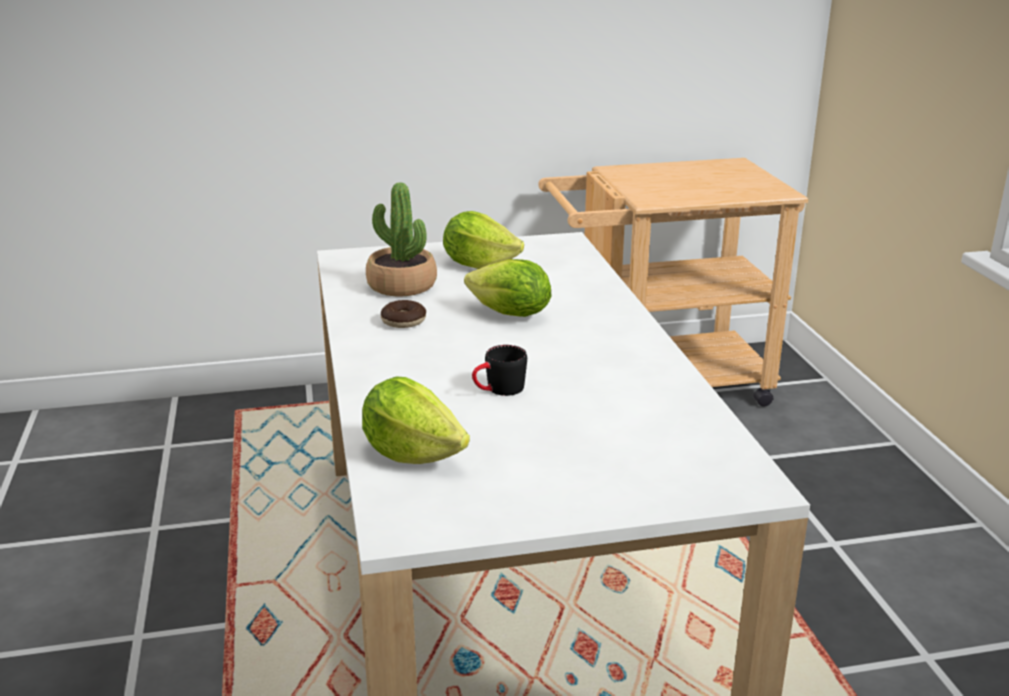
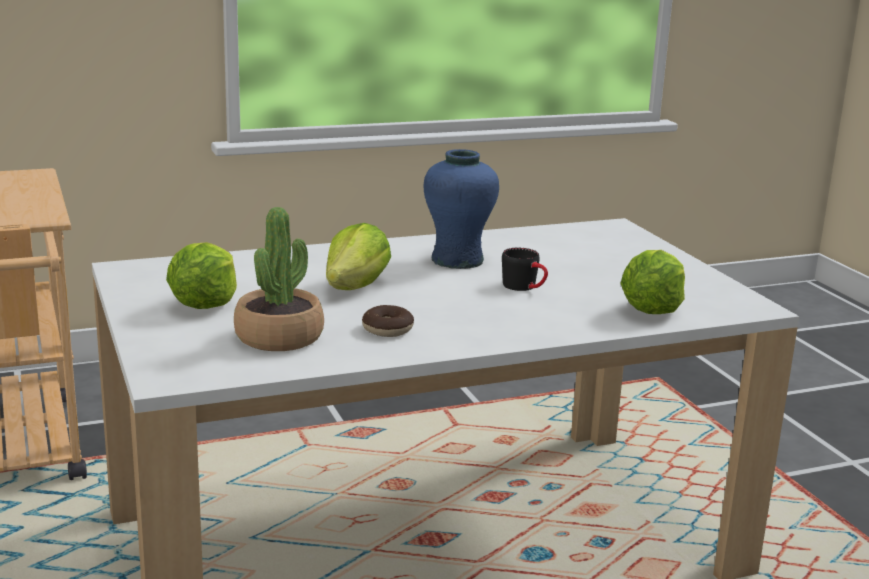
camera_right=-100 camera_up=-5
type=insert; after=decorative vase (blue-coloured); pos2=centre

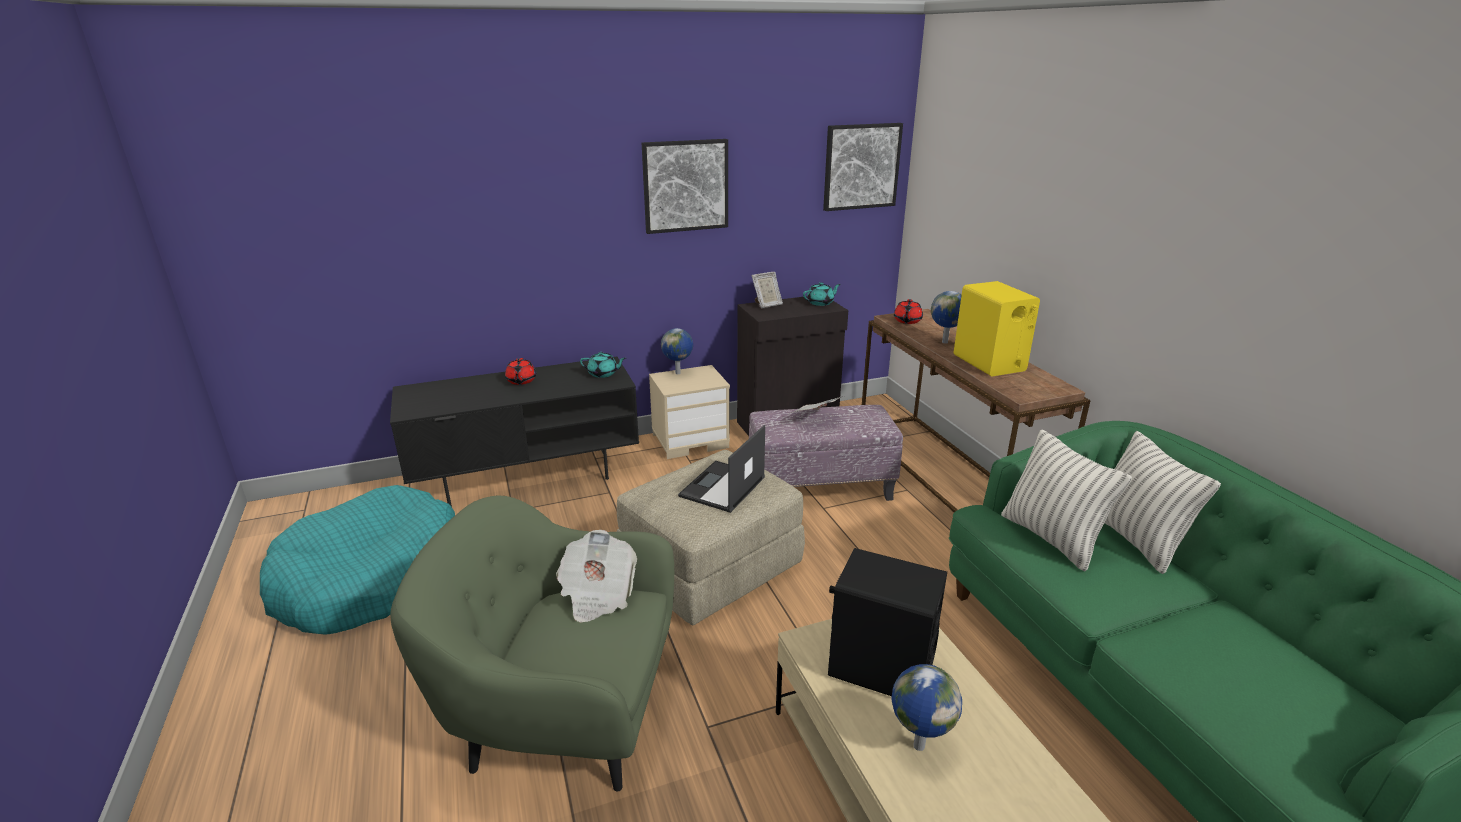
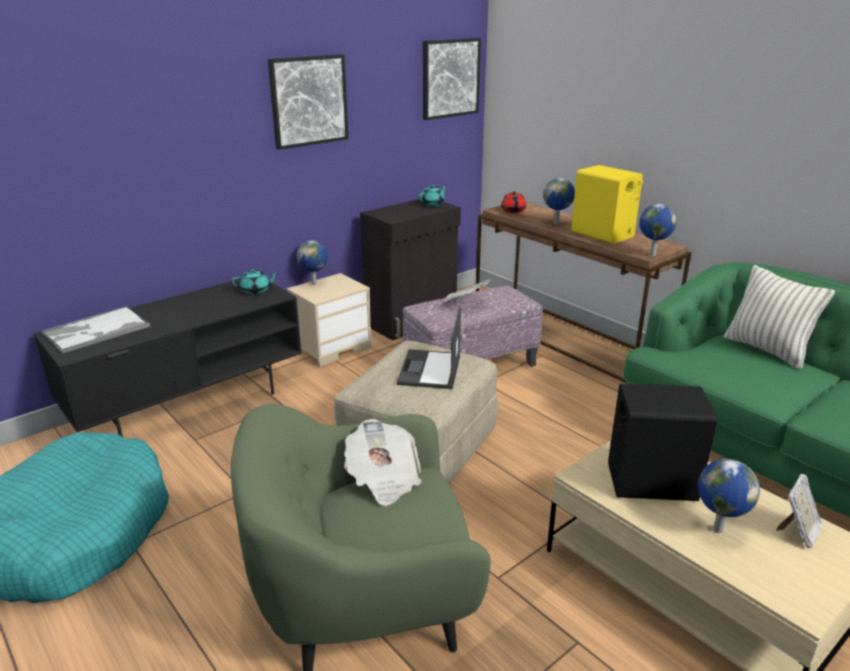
camera_right=-20 camera_up=0
type=delete; before=tea pot (reddish) (1st from left); pos1=centre
type=move; before=photo frame; pos1=centre; pos2=bottom right
type=delete; before=cushion (1st from left); pos1=middle right
type=insert; after=carrying tray; pos2=middle left
type=insert; after=world globe (3rd from left); pos2=middle right

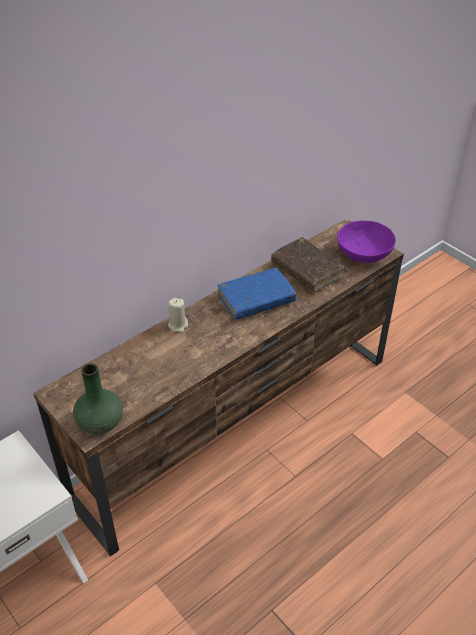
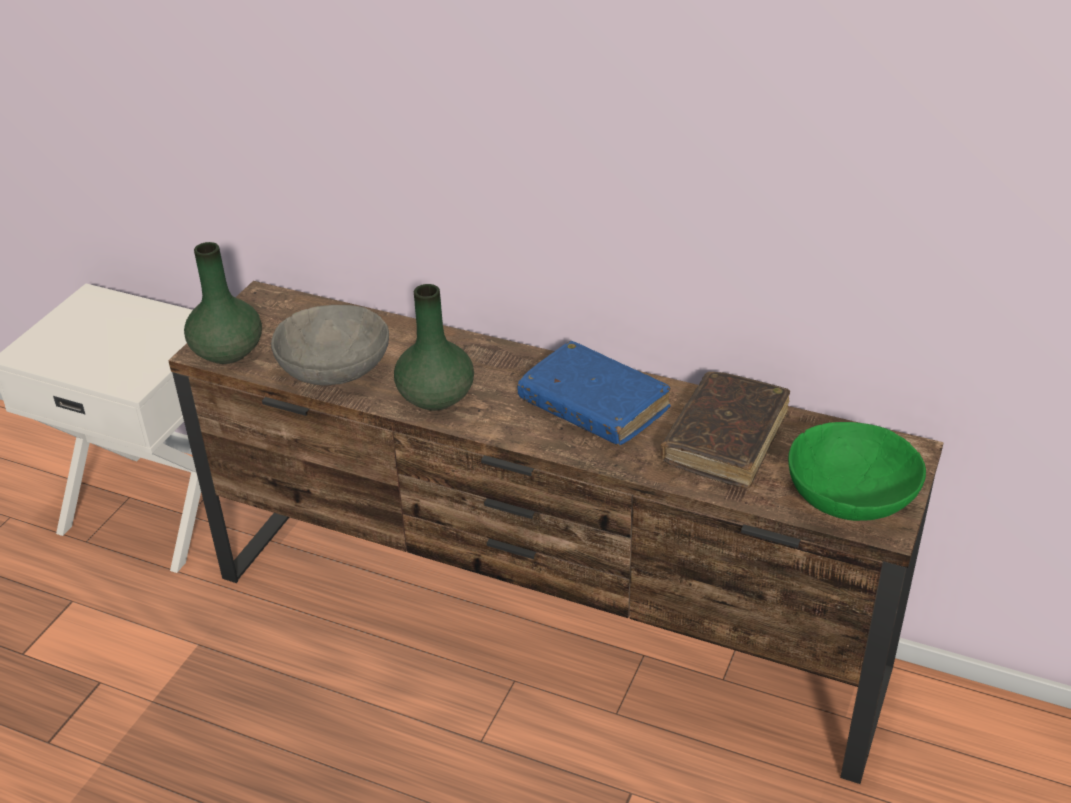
camera_right=65 camera_up=-5
type=delete; before=candle (sand-coloured); pos1=centre
type=recolor; before=serving bowl (purple-coloured); after=serving bowl (green); pos1=middle right; pos2=middle right
type=insert; after=serving bowl (greyish); pos2=middle left
type=insert; after=decorative vase (green) (2nd from left); pos2=centre

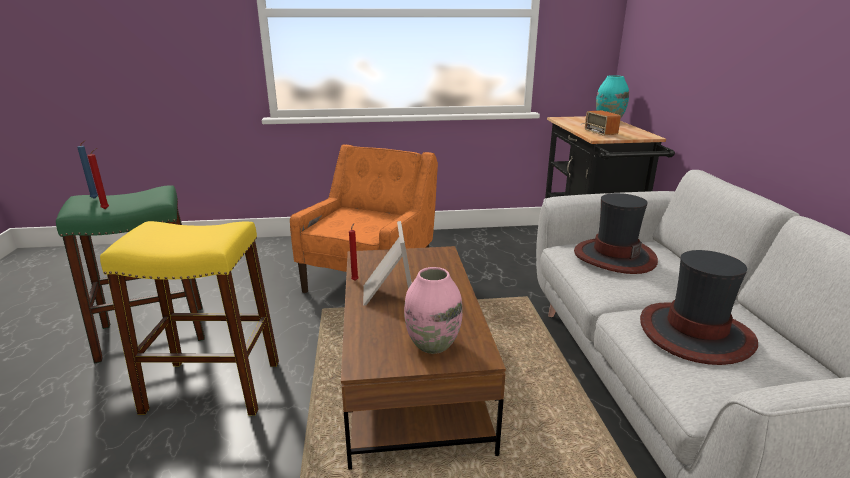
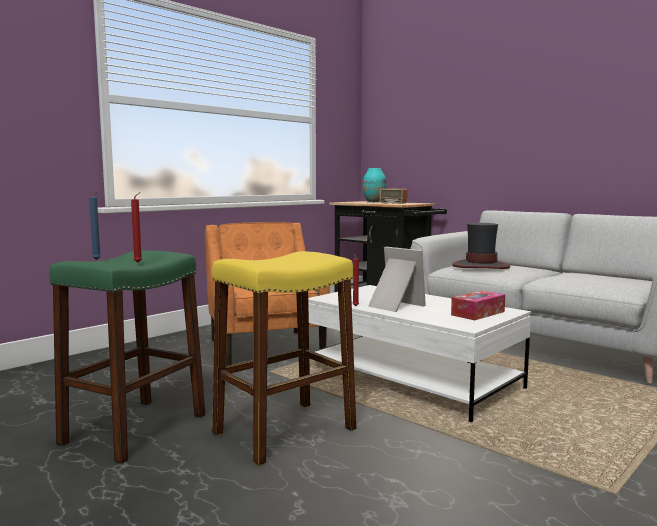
camera_right=-40 camera_up=-15
type=recolor; before=low table (brown-coloured); after=low table (white); pos1=bottom centre; pos2=bottom centre
type=replace; before=decorative vase (pink); after=tissue box; pos1=centre; pos2=middle right
type=delete; before=clothing hat (2nd from left); pos1=middle right

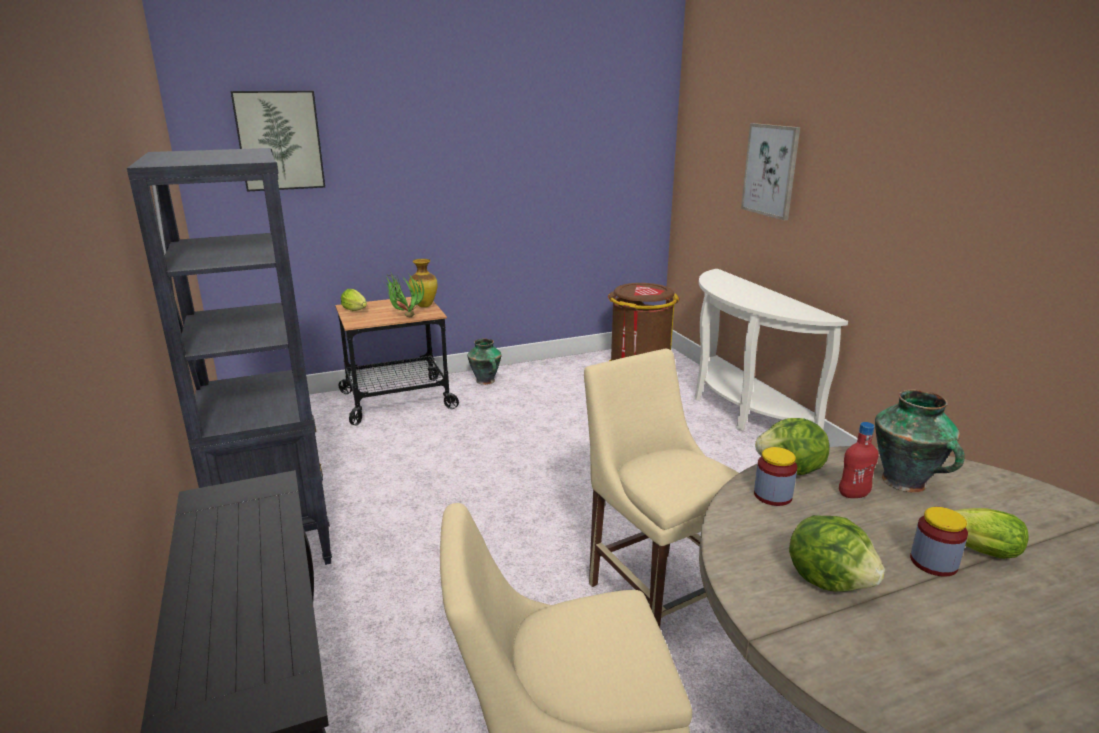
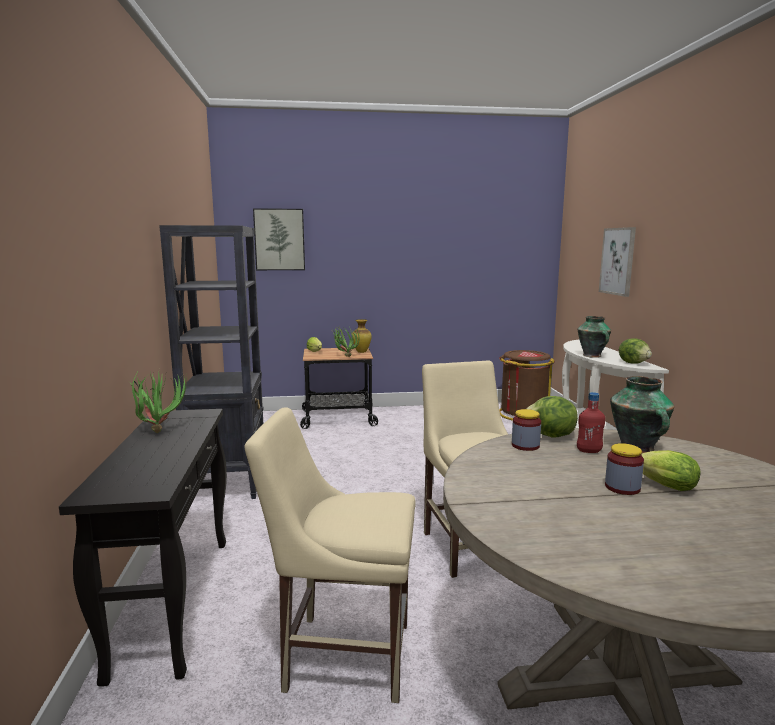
camera_right=15 camera_up=-10
type=move; before=decorative vase (2nd from left); pos1=centre; pos2=middle right
type=move; before=head of lettuce (3rd from left); pos1=bottom right; pos2=middle right
type=insert; after=plant in a pot (1st from left); pos2=middle left

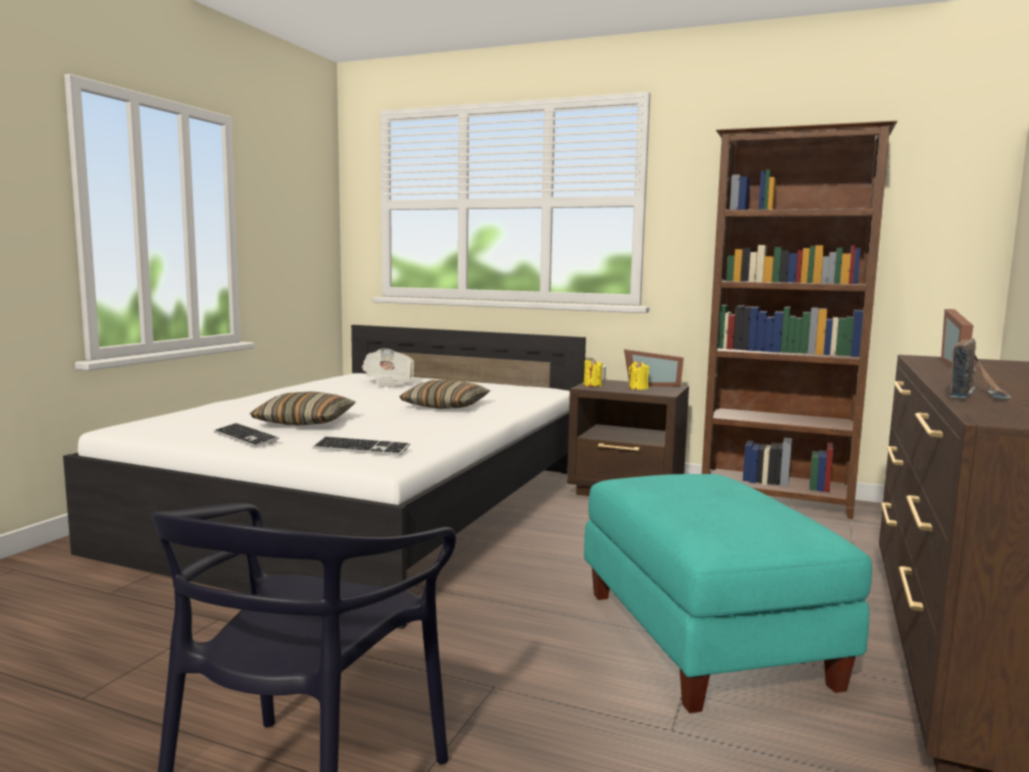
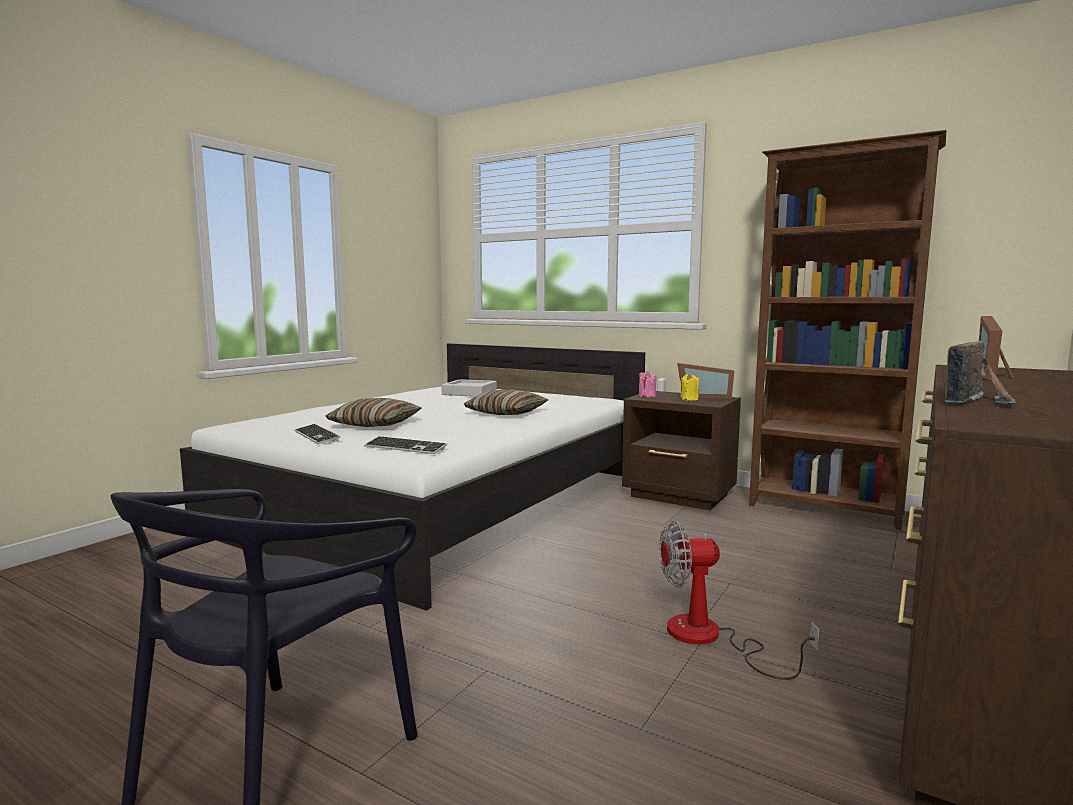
camera_right=10 camera_up=0
type=replace; before=newspaper; after=carrying tray (greyish); pos1=centre; pos2=centre
type=recolor; before=candle (yellow) (1st from left); after=candle (pink); pos1=centre; pos2=centre
type=replace; before=ottoman (blue-green); after=electric fan; pos1=bottom right; pos2=bottom right

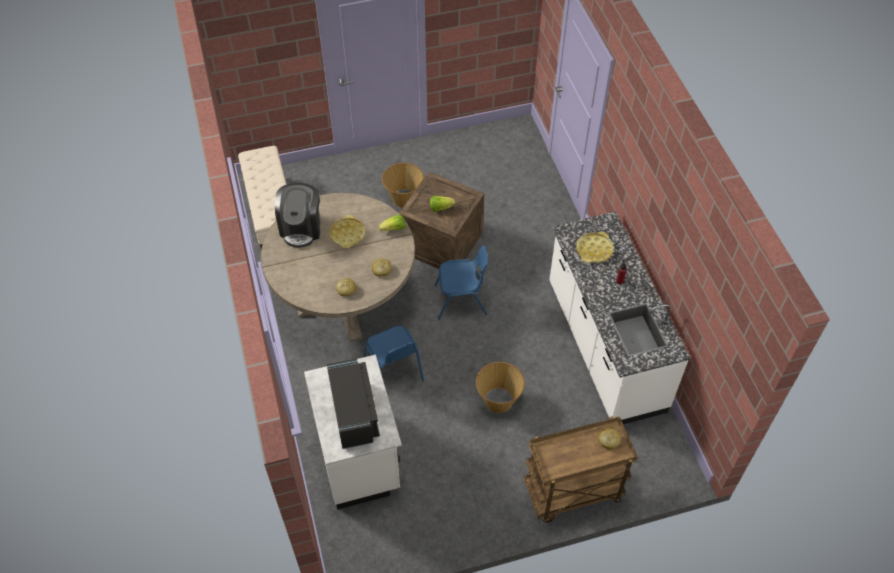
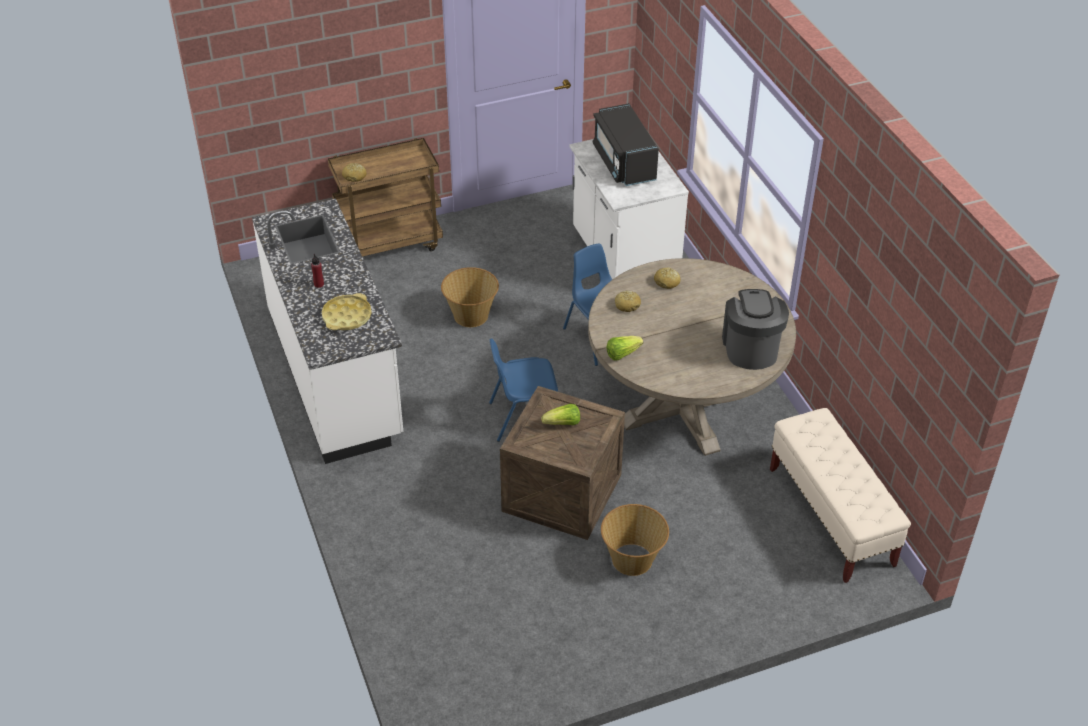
camera_right=175 camera_up=-10
type=delete; before=carrying tray (yellow) (1st from left); pos1=centre

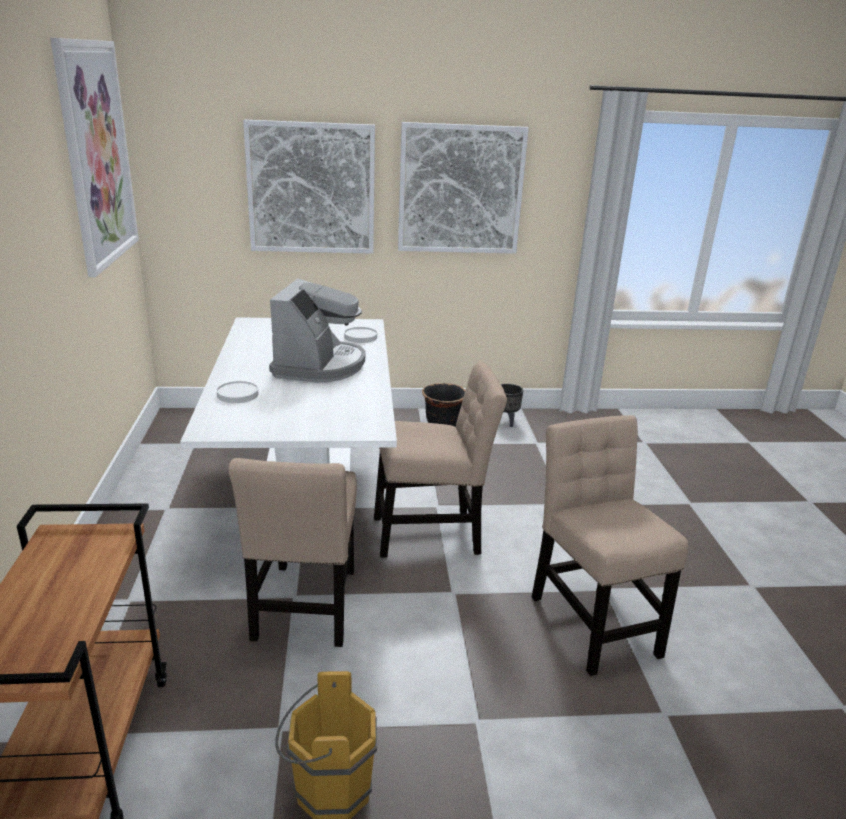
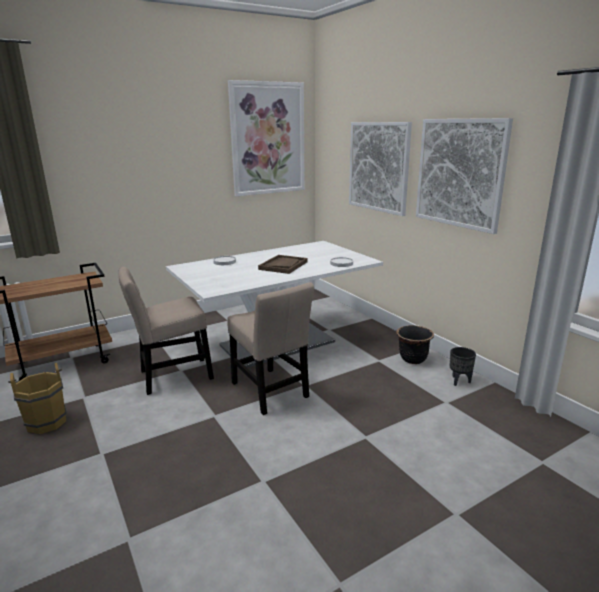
camera_right=65 camera_up=-5
type=replace; before=coffee machine; after=carrying tray (brown-coloured); pos1=centre; pos2=centre
type=delete; before=chair (sand-coloured) (3rd from left); pos1=middle right

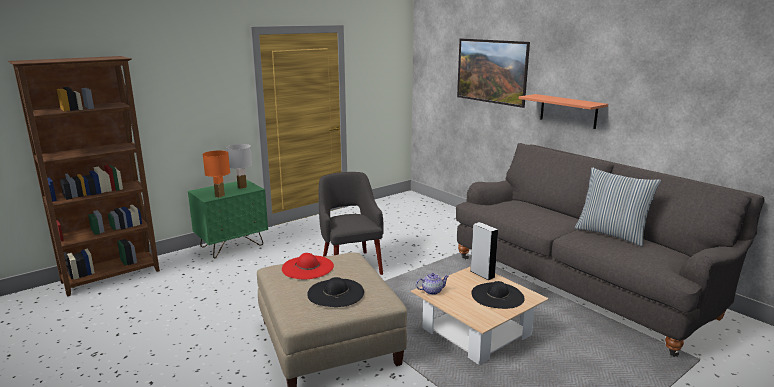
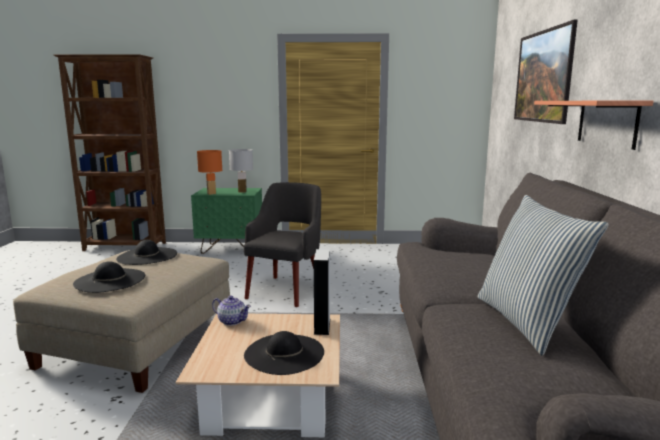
camera_right=40 camera_up=-5
type=recolor; before=clothing hat (reddish); after=clothing hat (black) (2nd from left); pos1=bottom centre; pos2=middle left

